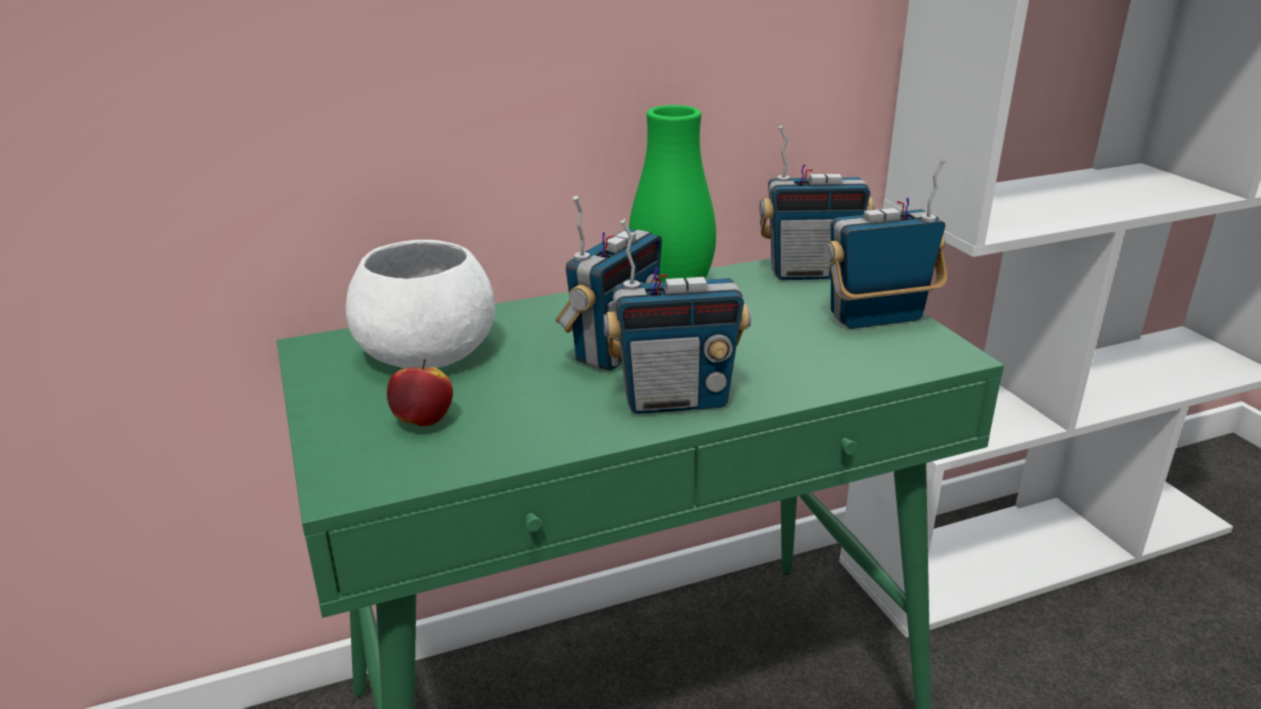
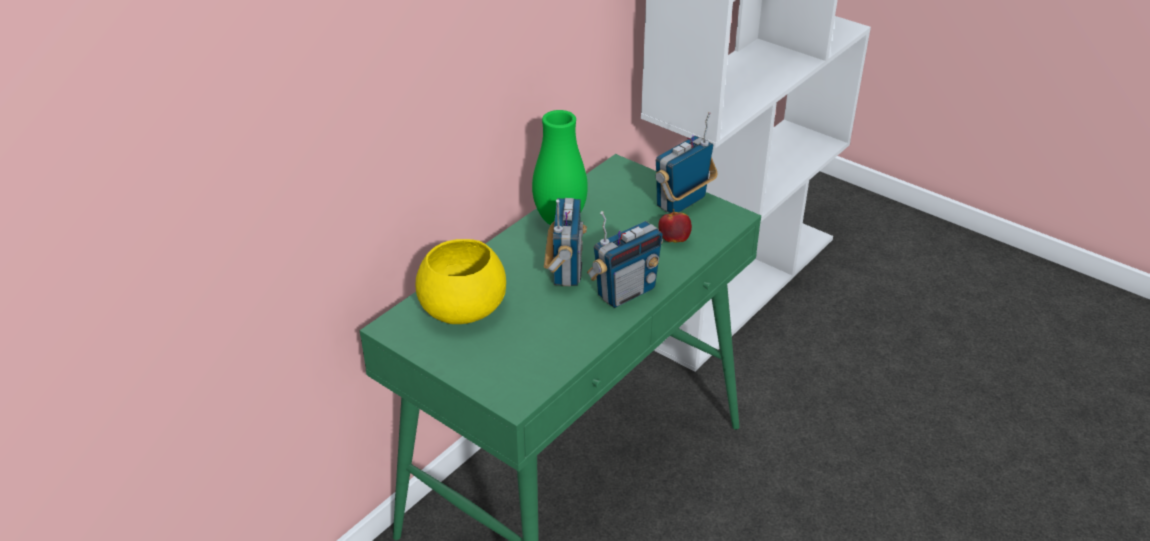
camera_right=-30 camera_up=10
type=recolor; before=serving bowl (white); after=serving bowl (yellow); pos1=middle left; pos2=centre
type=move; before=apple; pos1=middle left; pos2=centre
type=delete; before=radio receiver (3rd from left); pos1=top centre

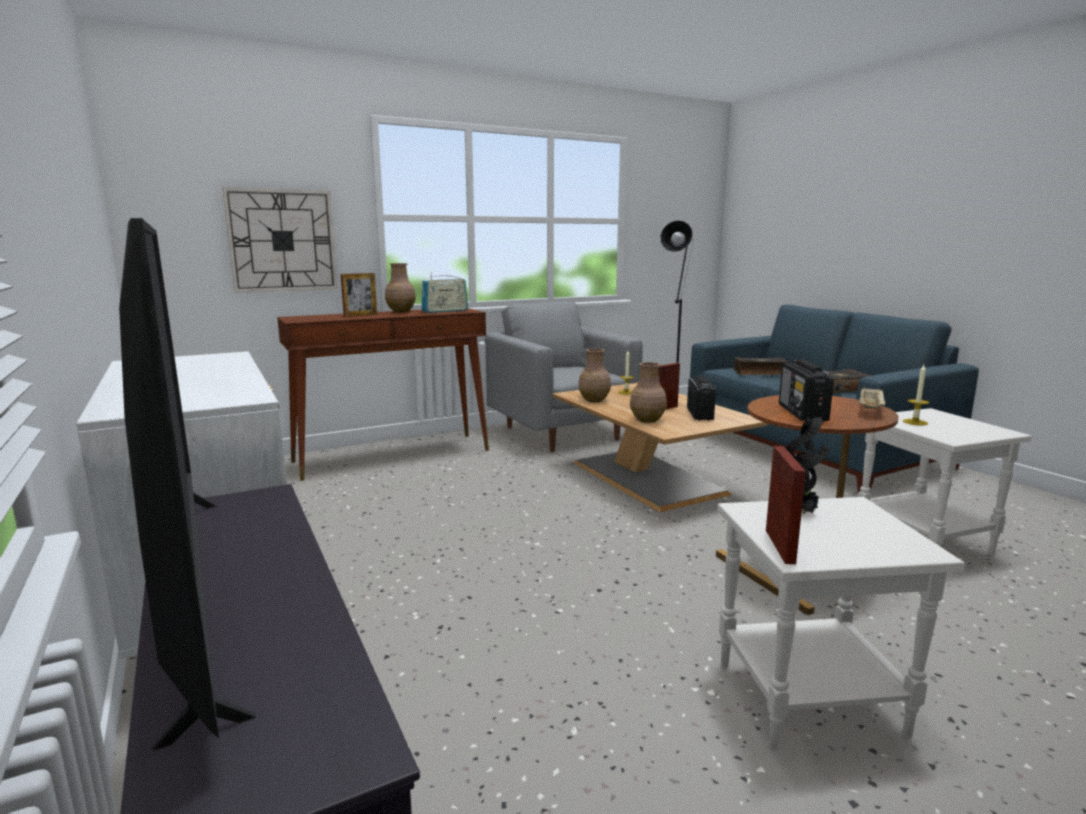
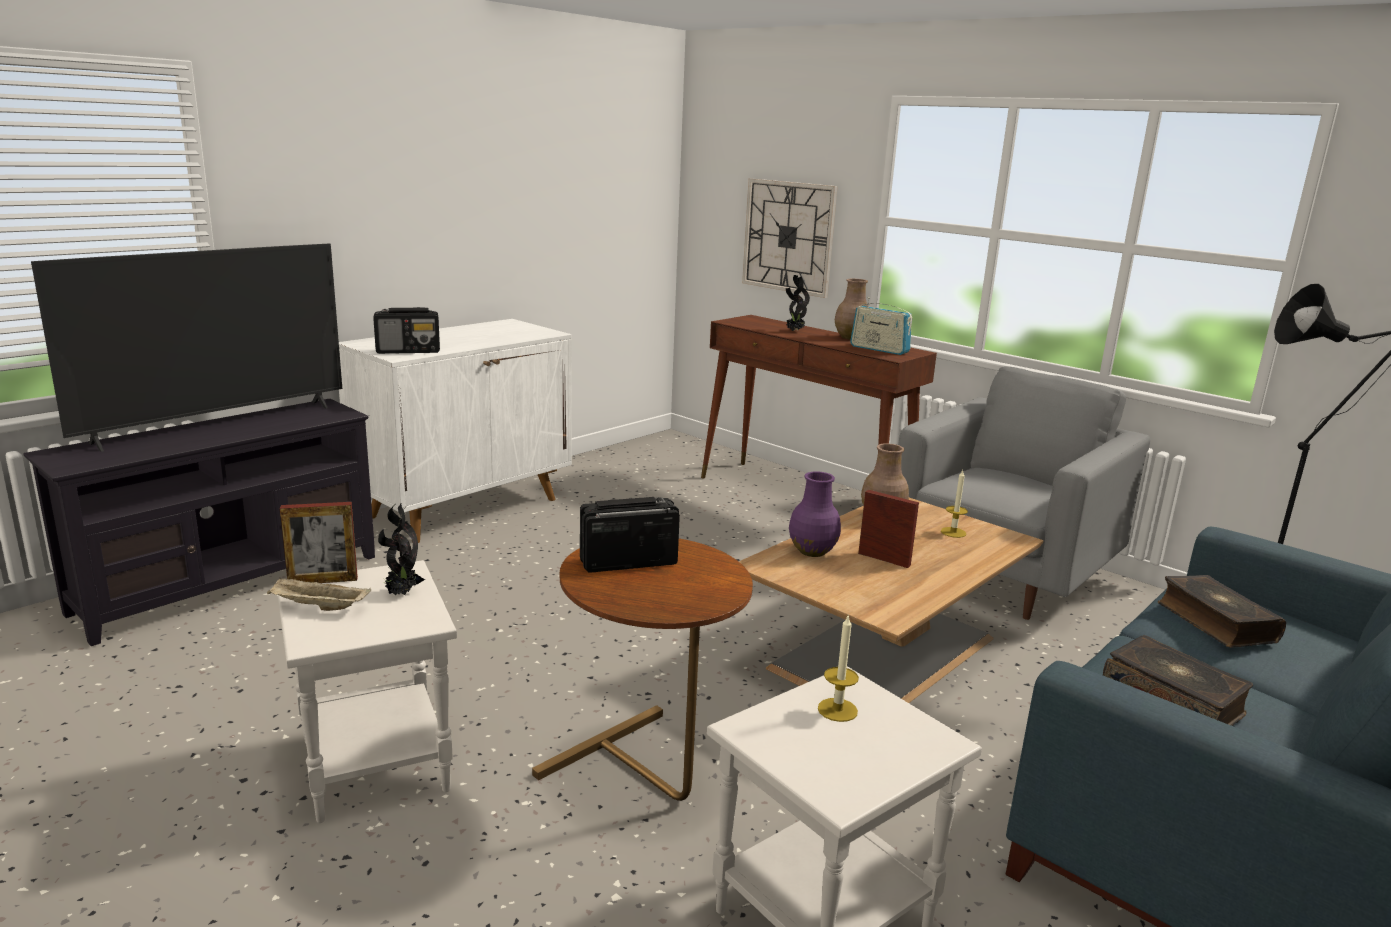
camera_right=70 camera_up=5
type=replace; before=photo frame (1st from left); after=plant in a pot (2nd from left); pos1=middle left; pos2=top centre
type=recolor; before=decorative vase (brown-coloured) (3rd from left); after=decorative vase (purple-coloured); pos1=centre; pos2=centre
type=move; before=radio receiver (2nd from left in the first image); after=radio receiver (1st from left); pos1=centre; pos2=middle left
type=move; before=carrying tray (sand-coloured); pos1=middle right; pos2=middle left

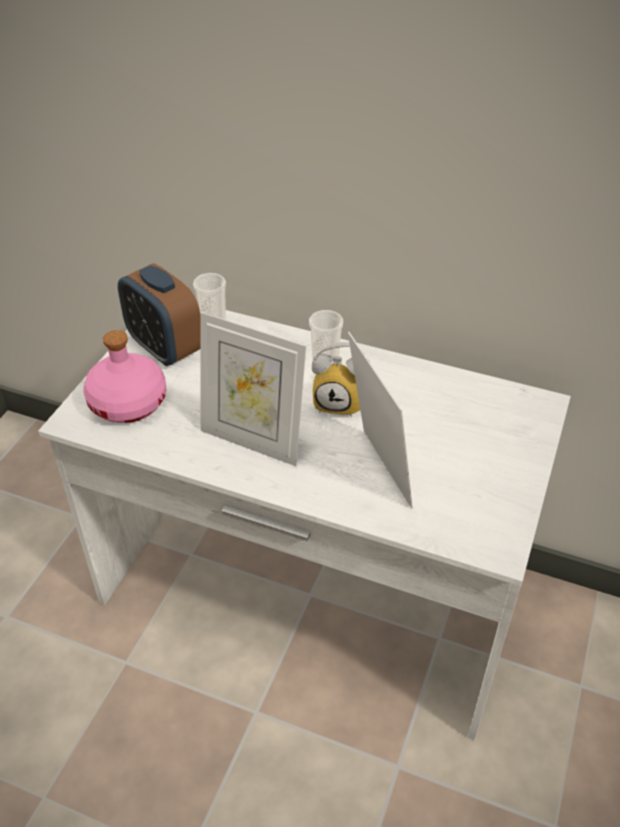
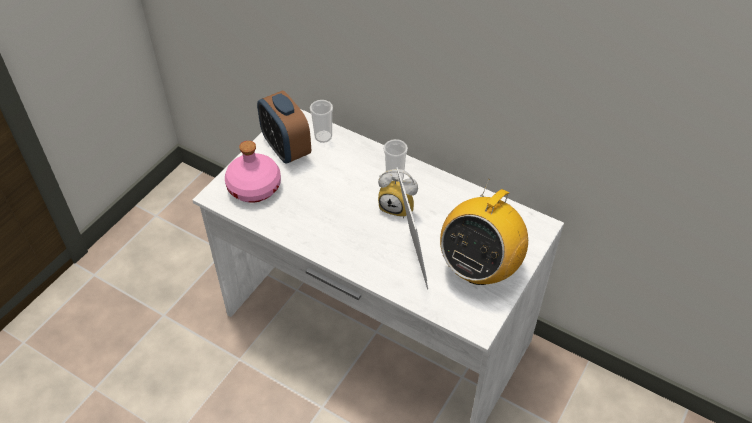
camera_right=10 camera_up=5
type=delete; before=photo frame (1st from left); pos1=centre
type=insert; after=radio receiver; pos2=centre

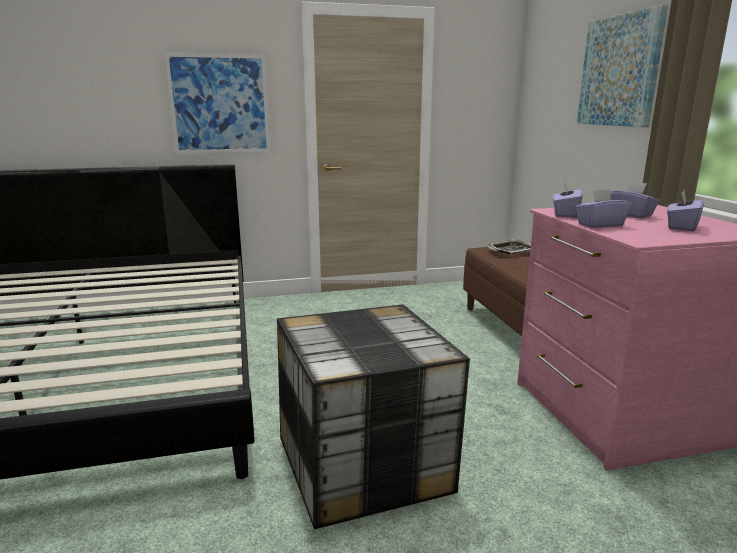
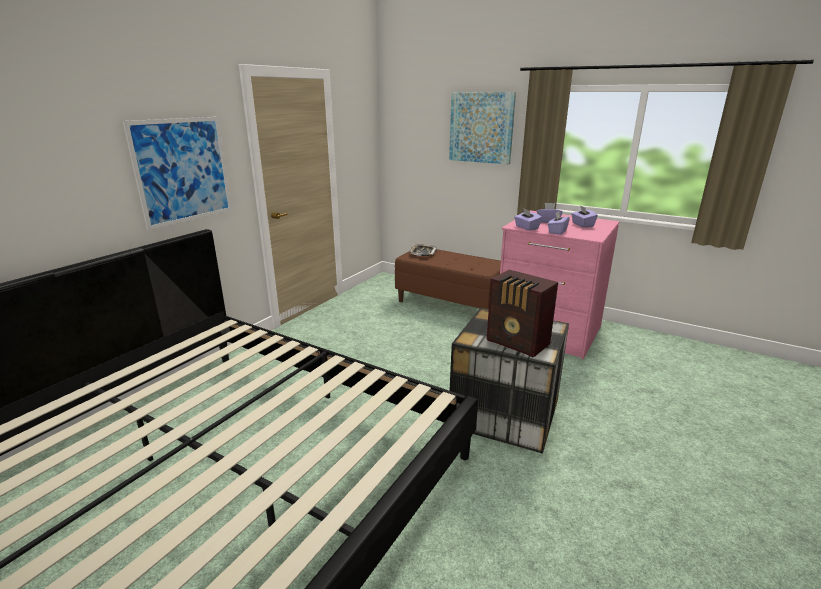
camera_right=-45 camera_up=5
type=insert; after=radio receiver; pos2=centre

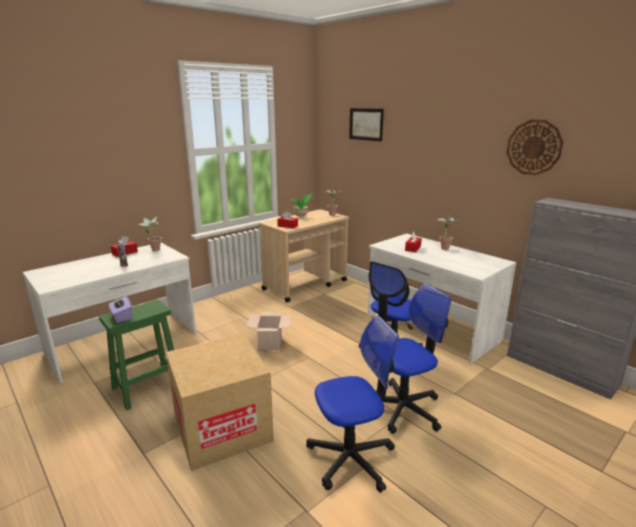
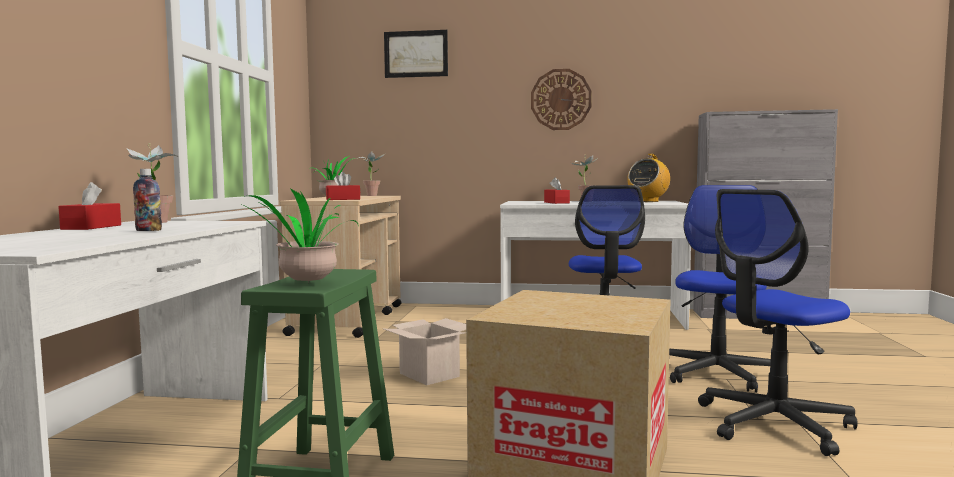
camera_right=-40 camera_up=-15
type=replace; before=tissue box (purple-coloured); after=plant in a pot (2nd from left); pos1=middle left; pos2=middle left
type=rotate; before=desk chair (1st from left in the first image); pos1=bottom centre; pos2=bottom right; turn=-150
type=move; before=hanging clock; pos1=top right; pos2=top centre
type=insert; after=radio receiver; pos2=middle right

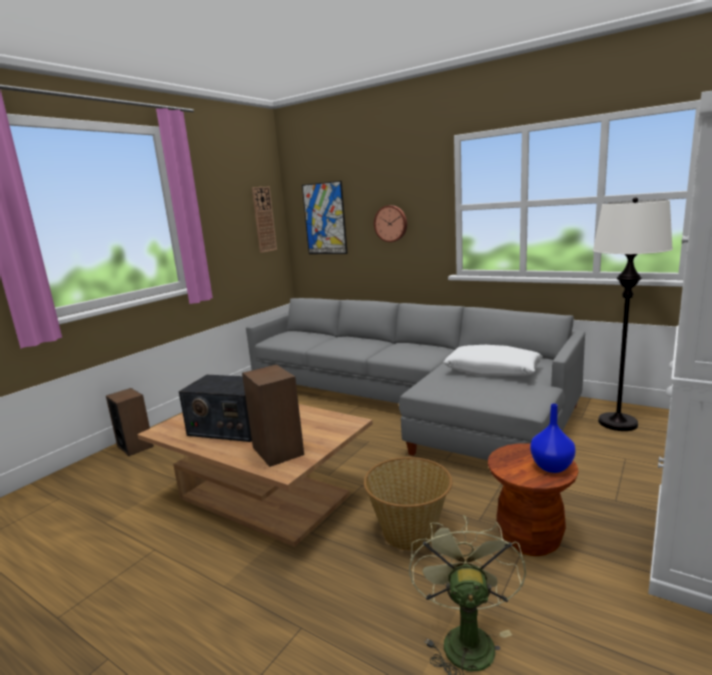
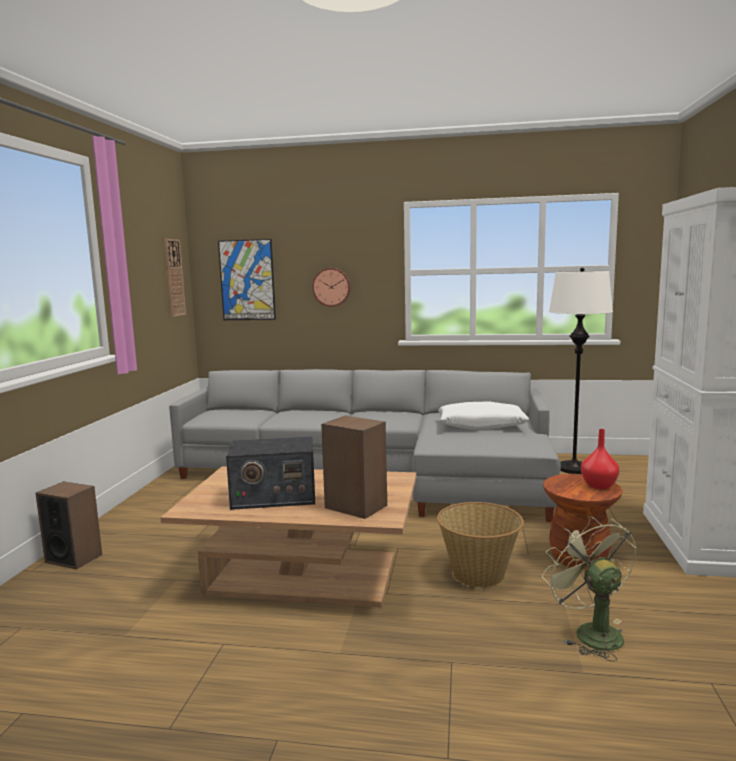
camera_right=-25 camera_up=-5
type=recolor; before=decorative vase (blue-coloured); after=decorative vase (reddish); pos1=middle right; pos2=middle right

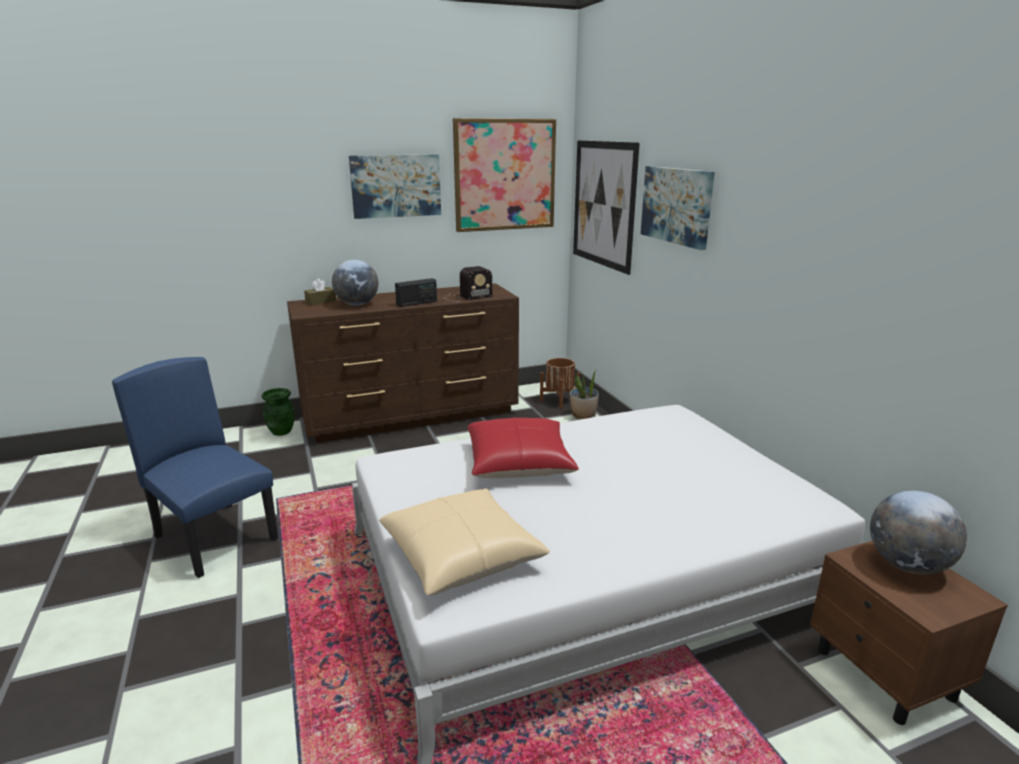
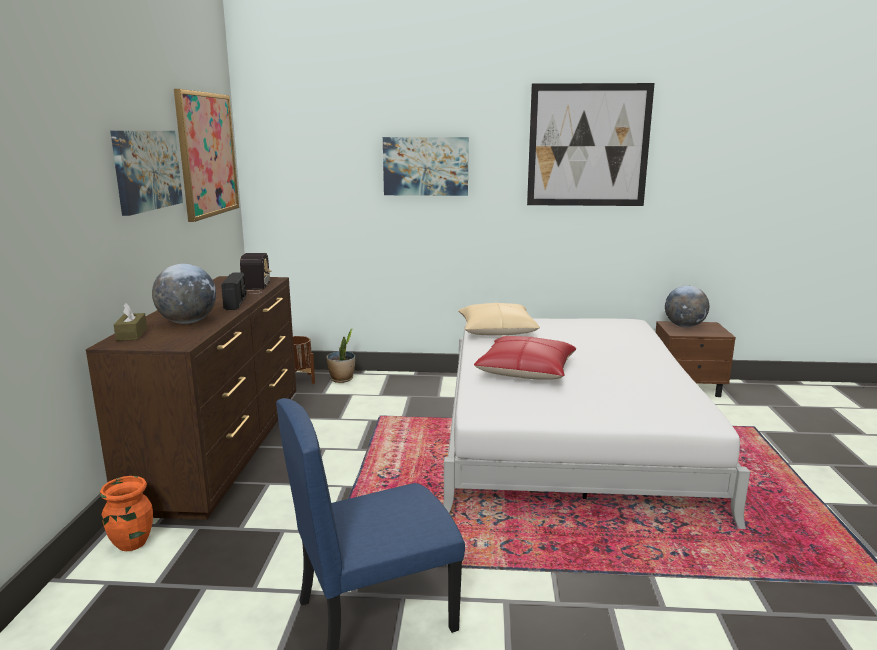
camera_right=-65 camera_up=-5
type=recolor; before=decorative vase (green); after=decorative vase (orange-coloured); pos1=middle left; pos2=bottom left
type=move; before=cushion (sand-coloured); pos1=bottom centre; pos2=centre
type=move; before=wall art (3rd from left in the first image); after=wall art (4th from left); pos1=top centre; pos2=top right

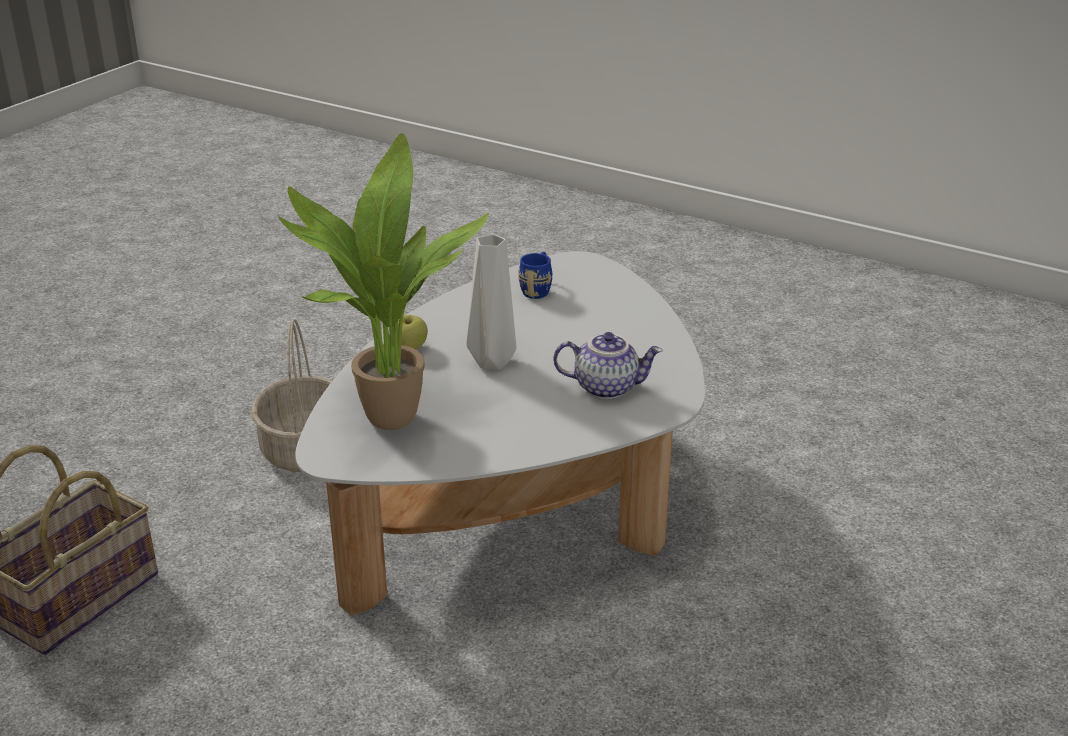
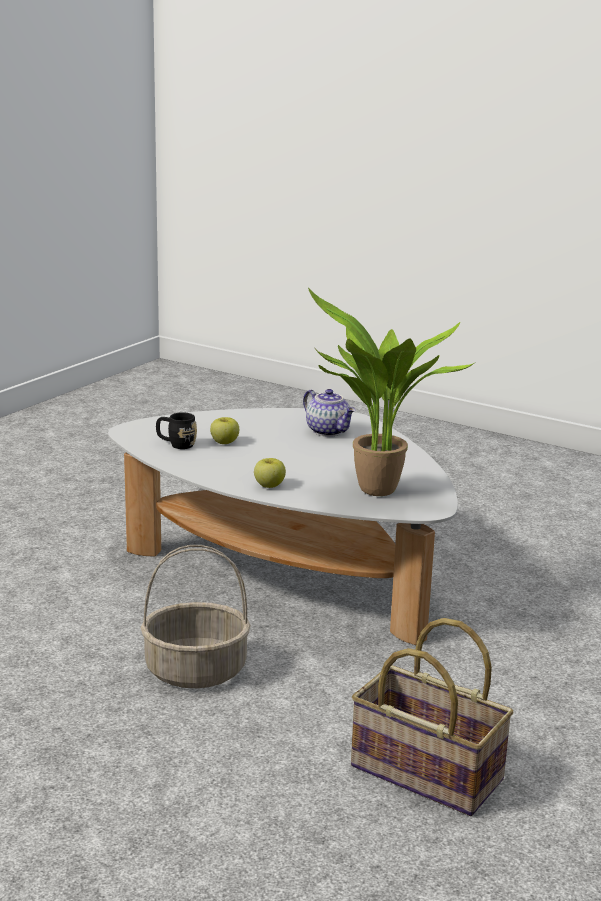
camera_right=-90 camera_up=-10
type=delete; before=decorative vase (greyish); pos1=centre
type=recolor; before=tea mug (blue-coloured); after=tea mug (black); pos1=centre; pos2=middle left
type=rotate; before=tea pot; pos1=centre; pos2=centre; turn=135
type=insert; after=apple (1st from left); pos2=centre

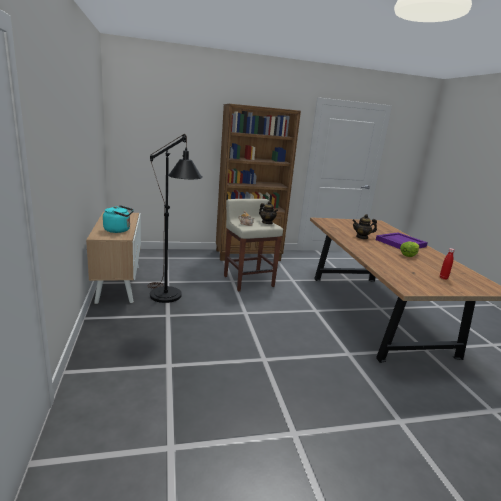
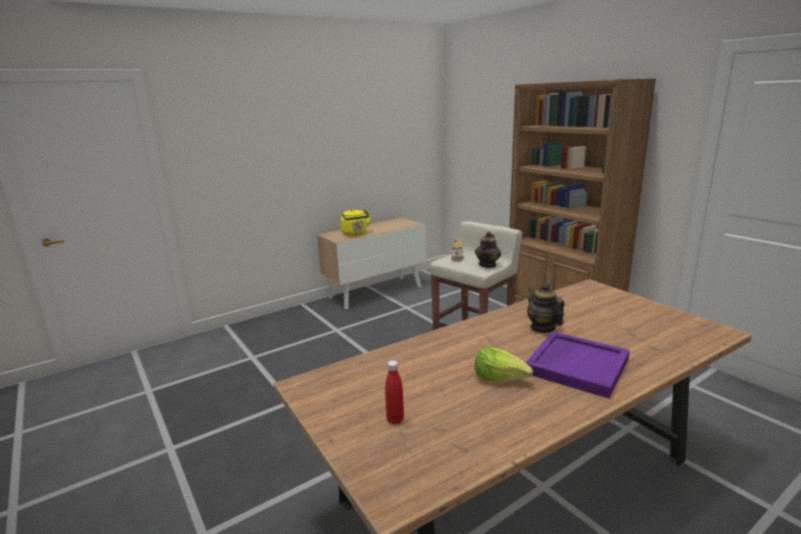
camera_right=70 camera_up=0
type=recolor; before=tea kettle (blue-green); after=tea kettle (yellow); pos1=middle left; pos2=centre
type=delete; before=floor lamp (black); pos1=centre

